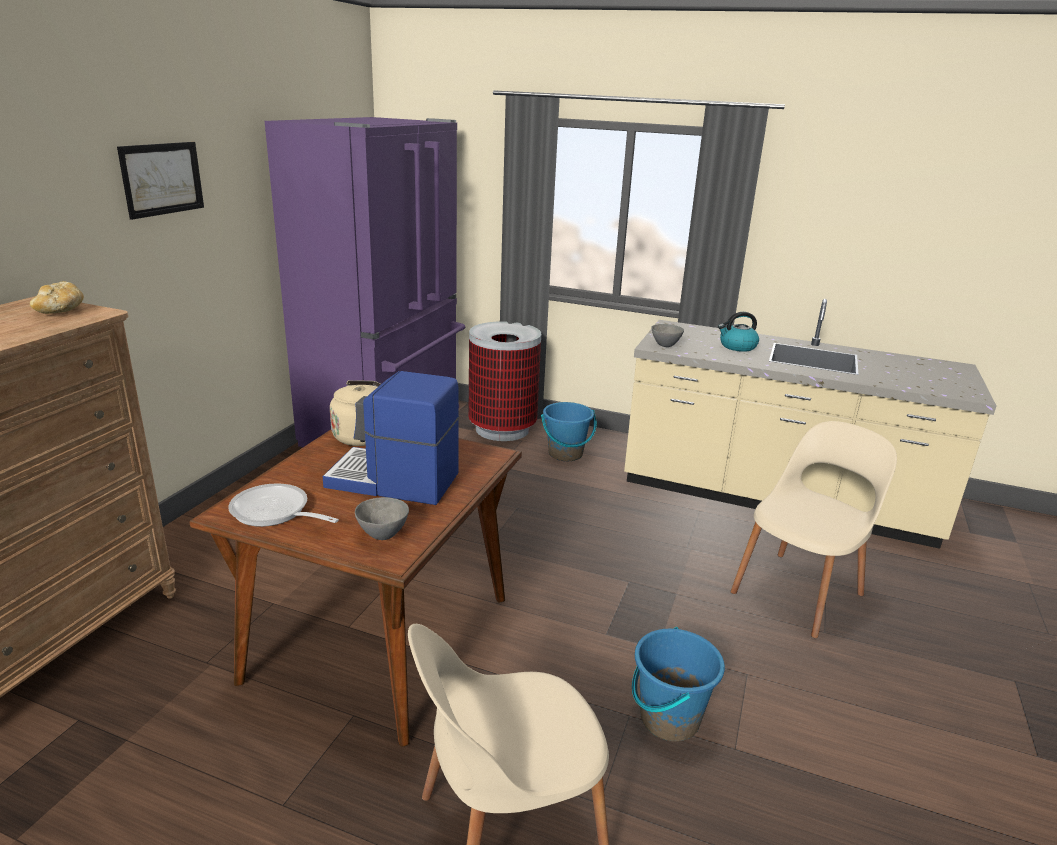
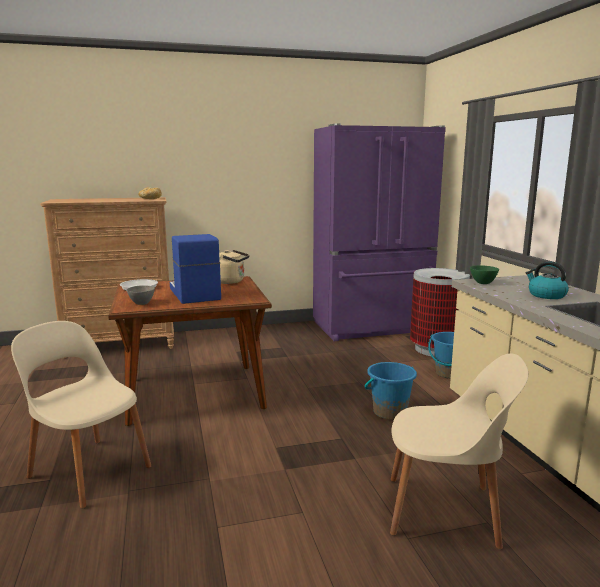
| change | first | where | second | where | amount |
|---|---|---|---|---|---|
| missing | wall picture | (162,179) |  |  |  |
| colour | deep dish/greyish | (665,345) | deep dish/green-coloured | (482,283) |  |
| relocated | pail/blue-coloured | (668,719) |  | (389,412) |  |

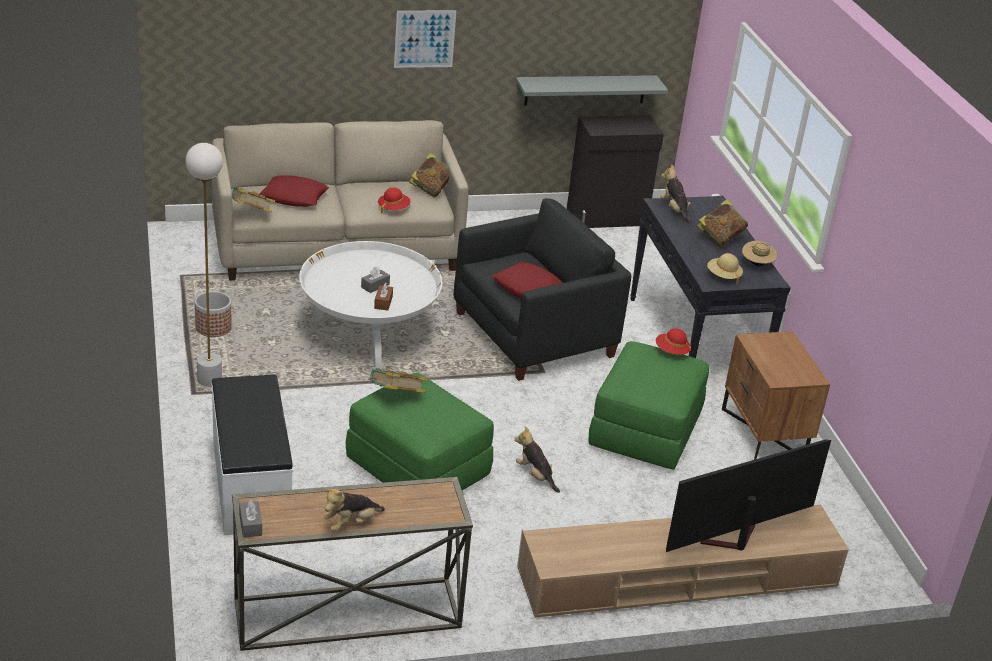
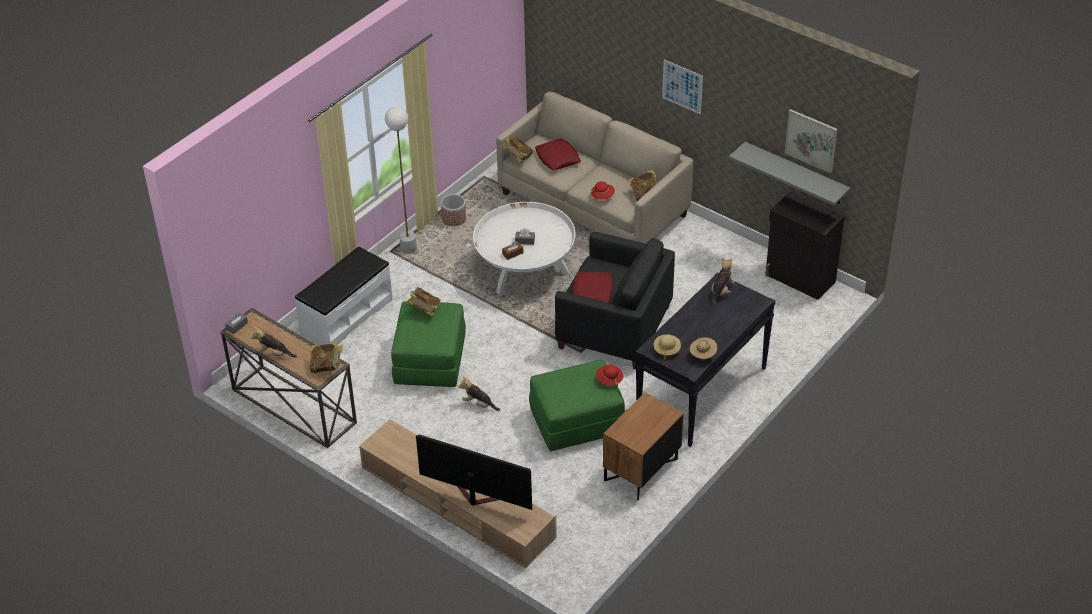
| change | first | where | second | where | amount |
|---|---|---|---|---|---|
| relocated | book | (720,238) |  | (327,367) |  |
| spun | soft toy | (535,476) |  | (479,404) | 75 degrees counterclockwise |
| appeared |  |  | wall picture | (811,140) |  |

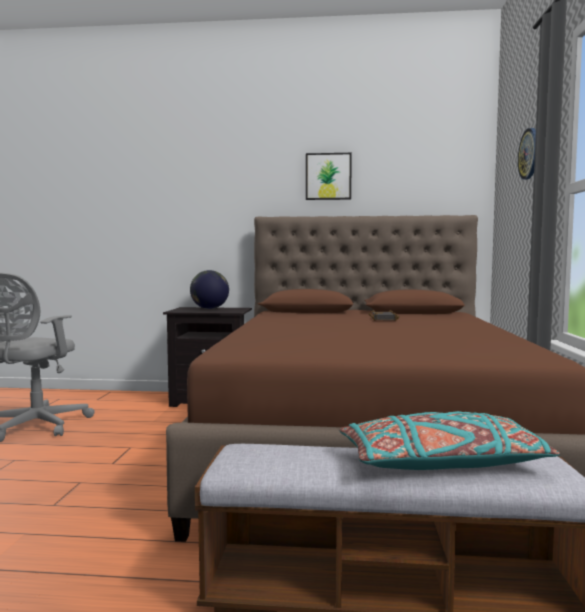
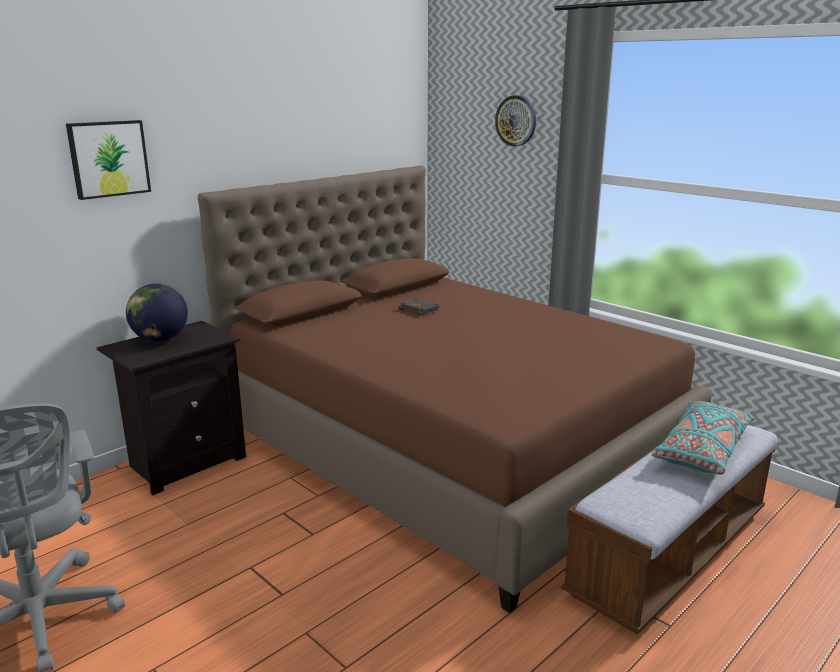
| change | first | where | second | where | amount |
|---|---|---|---|---|---|
| relocated | wall picture | (328,176) |  | (108,158) |  |

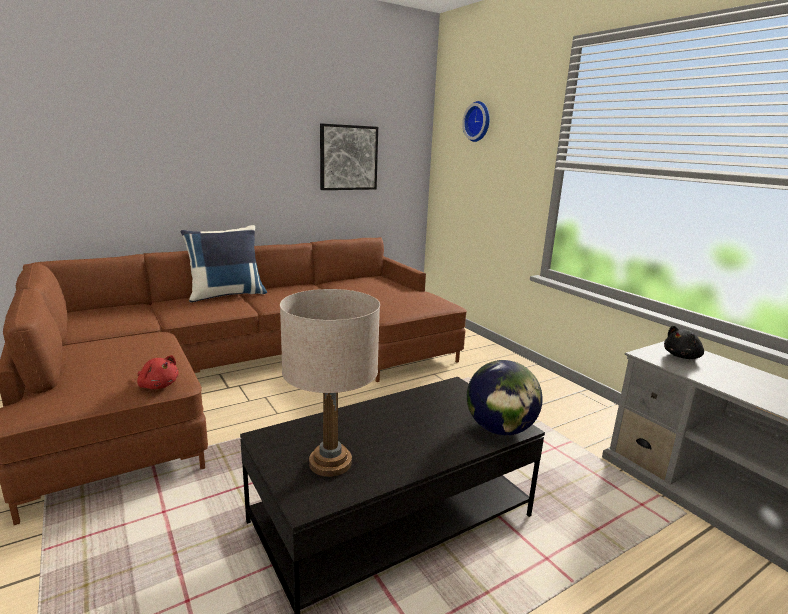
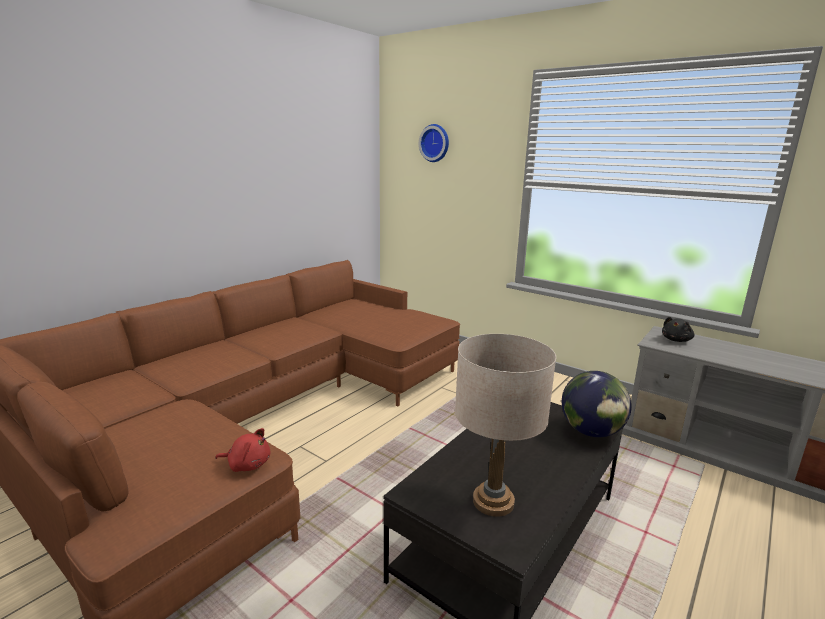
| change | first | where | second | where | amount |
|---|---|---|---|---|---|
| missing | wall picture | (348,157) |  |  |  |
| missing | throw pillow/blue-coloured | (226,295) |  |  |  |

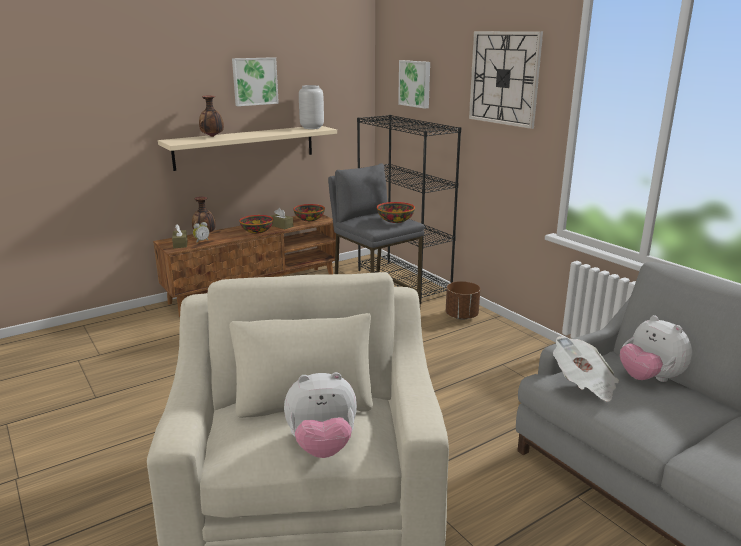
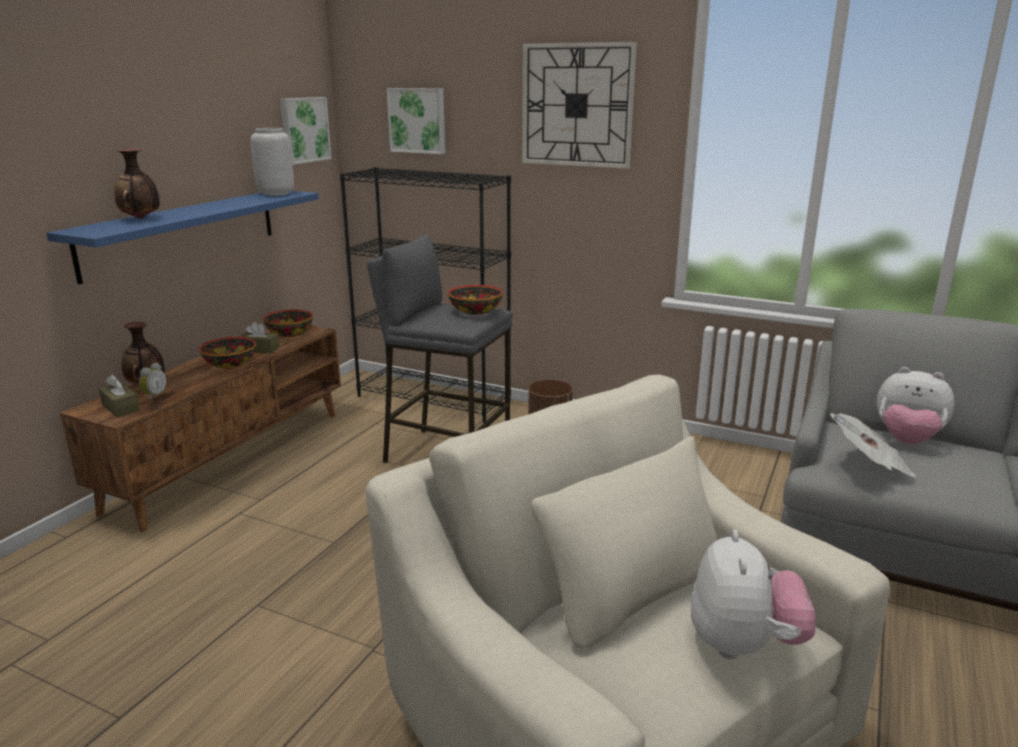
| change | first | where | second | where | amount |
|---|---|---|---|---|---|
| relocated | wall picture | (254,81) |  | (304,130) |  |
| colour | shelf/sand-coloured | (245,147) | shelf/blue-coloured | (182,232) |  |
| spun | soft toy | (322,446) |  | (743,645) | 45 degrees counterclockwise |

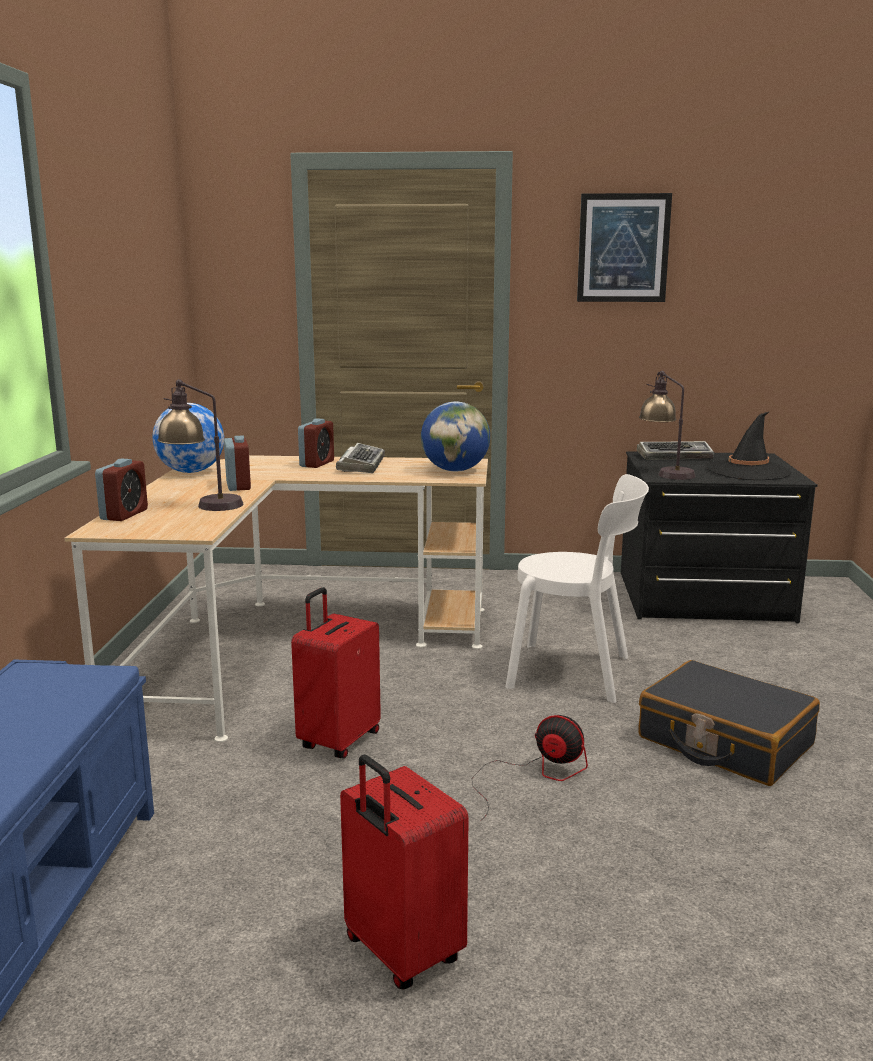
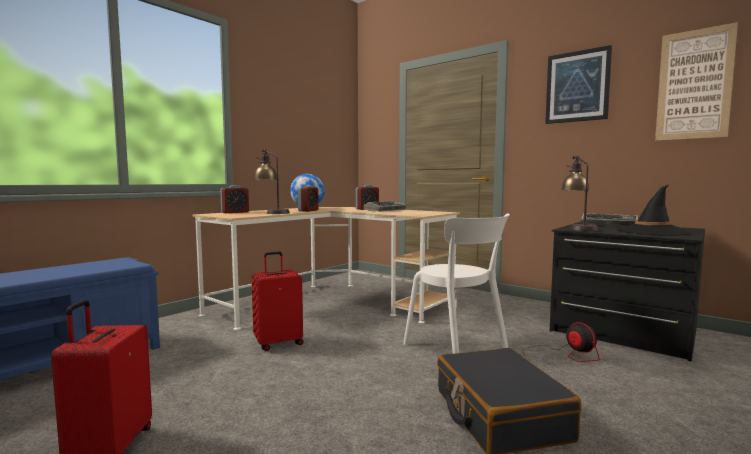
| change | first | where | second | where | amount |
|---|---|---|---|---|---|
| missing | world globe | (455,470) |  |  |  |
| relocated | electric fan | (534,775) |  | (563,355) |  |
| appeared |  |  | wall picture | (694,85) |  |

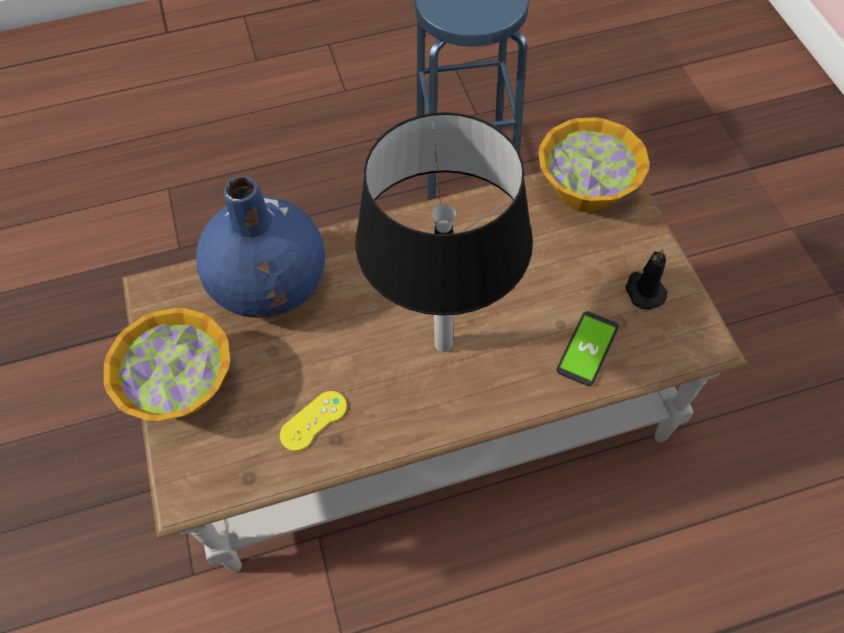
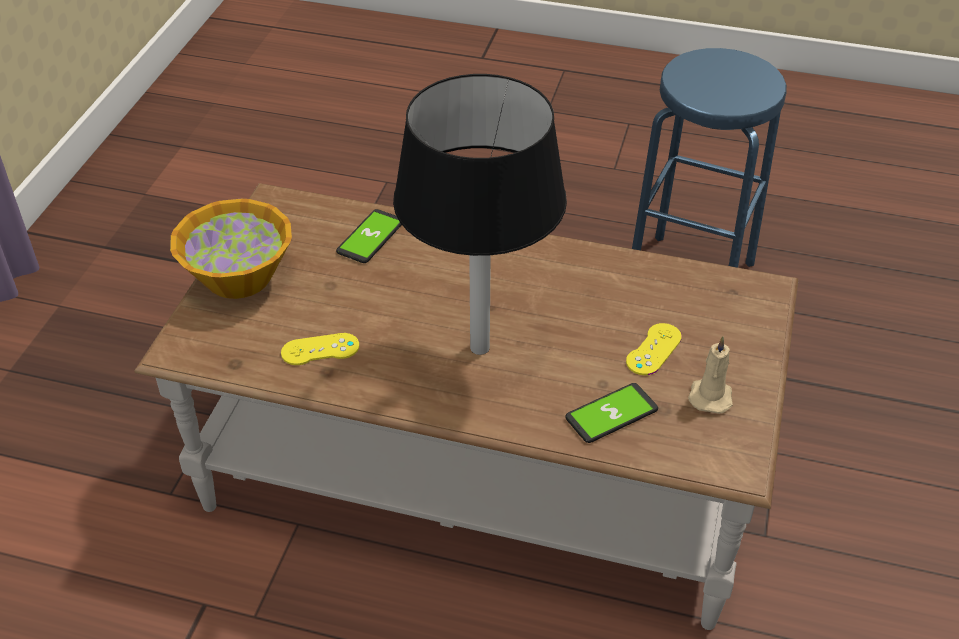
| change | first | where | second | where | amount |
|---|---|---|---|---|---|
| missing | deep dish | (586,189) |  |  |  |
| exchanged | vase/blue-coloured | (271,283) | telephone | (370,237) |  |
| colour | wax candle/black | (644,291) | wax candle/sand-coloured | (710,395) |  |
| appeared |  |  | gamepad/yellow | (653,349) |  |

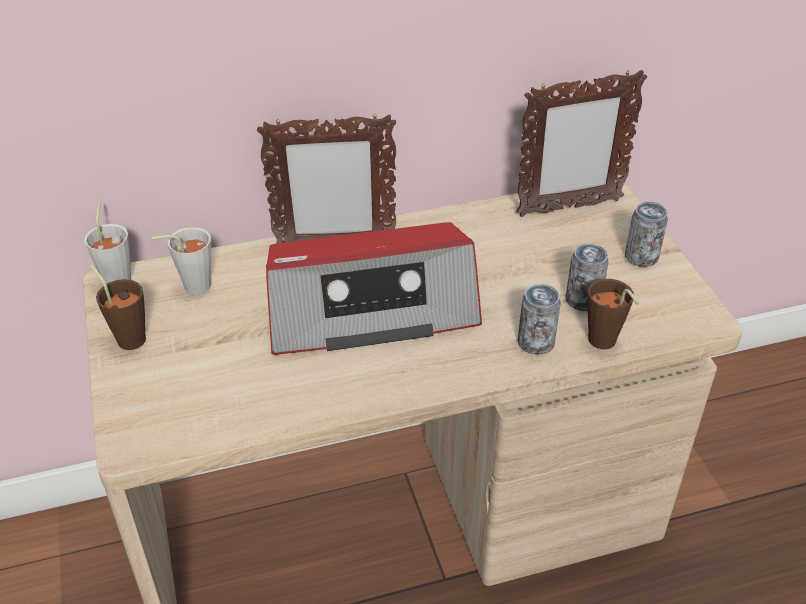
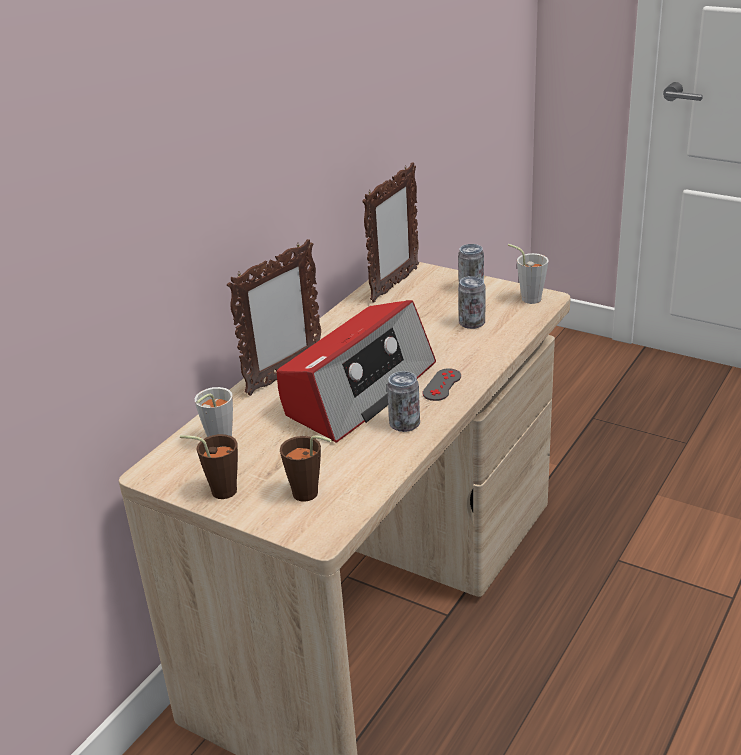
| change | first | where | second | where | amount |
|---|---|---|---|---|---|
| relocated | cup/greyish | (119,278) |  | (527,297) |  |
| relocated | cup/brown-coloured | (604,344) |  | (310,495) |  |
| relocated | sealed can | (535,343) |  | (404,424) |  |
| appeared |  |  | gamepad/greyish | (442,385) |  |

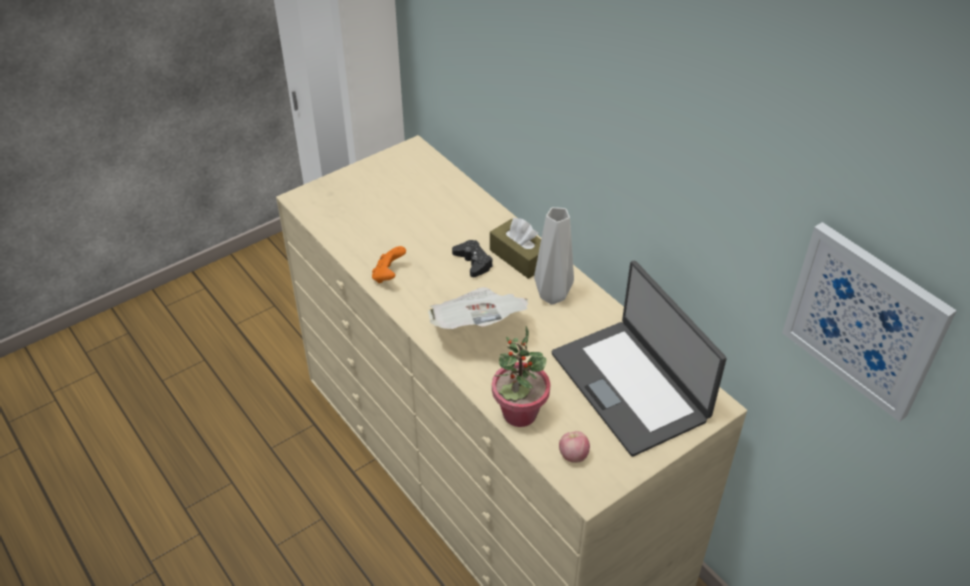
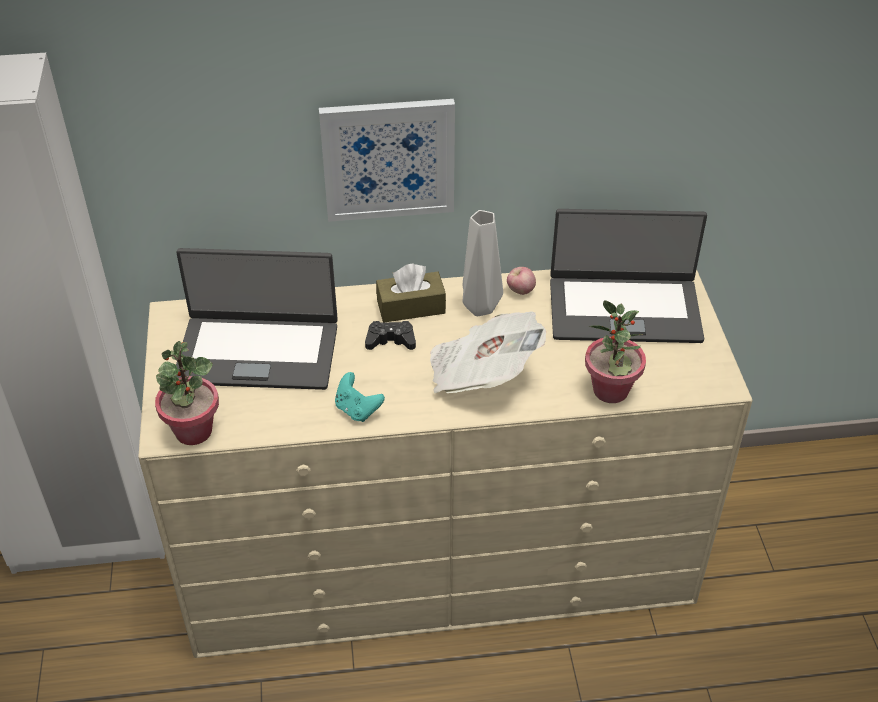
| change | first | where | second | where | amount |
|---|---|---|---|---|---|
| relocated | wall picture | (864,320) |  | (388,159) |  |
| colour | gamepad/orange-coloured | (388,275) | gamepad/blue-green | (357,410) |  |
| relocated | apple fruit | (573,455) |  | (520,291) |  |
| appeared |  |  | notebook computer | (257,351) |  |
| appeared |  |  | potted plant | (193,431) |  |

